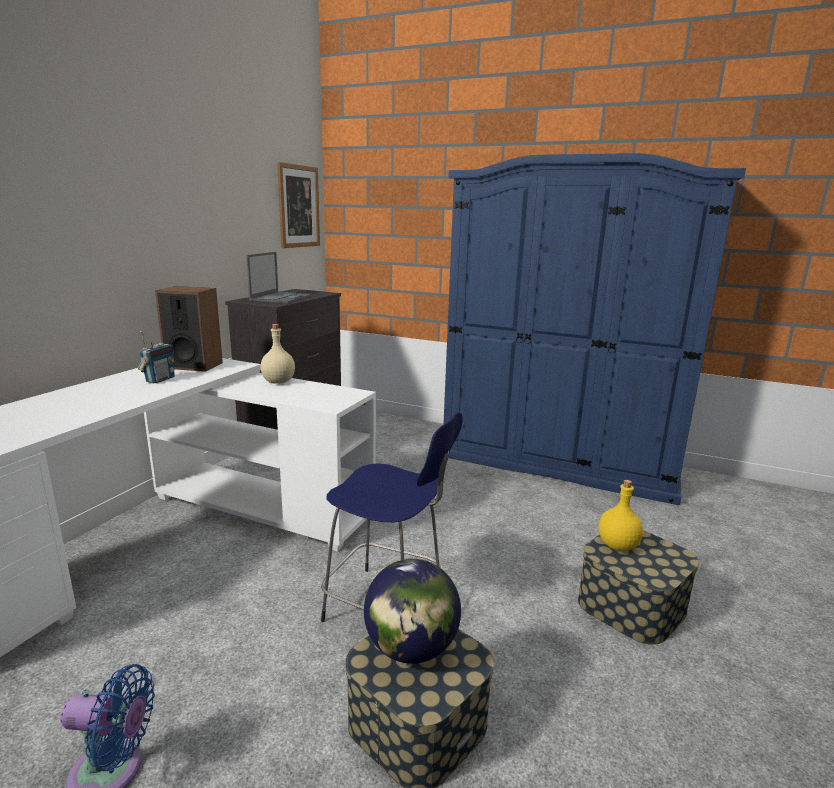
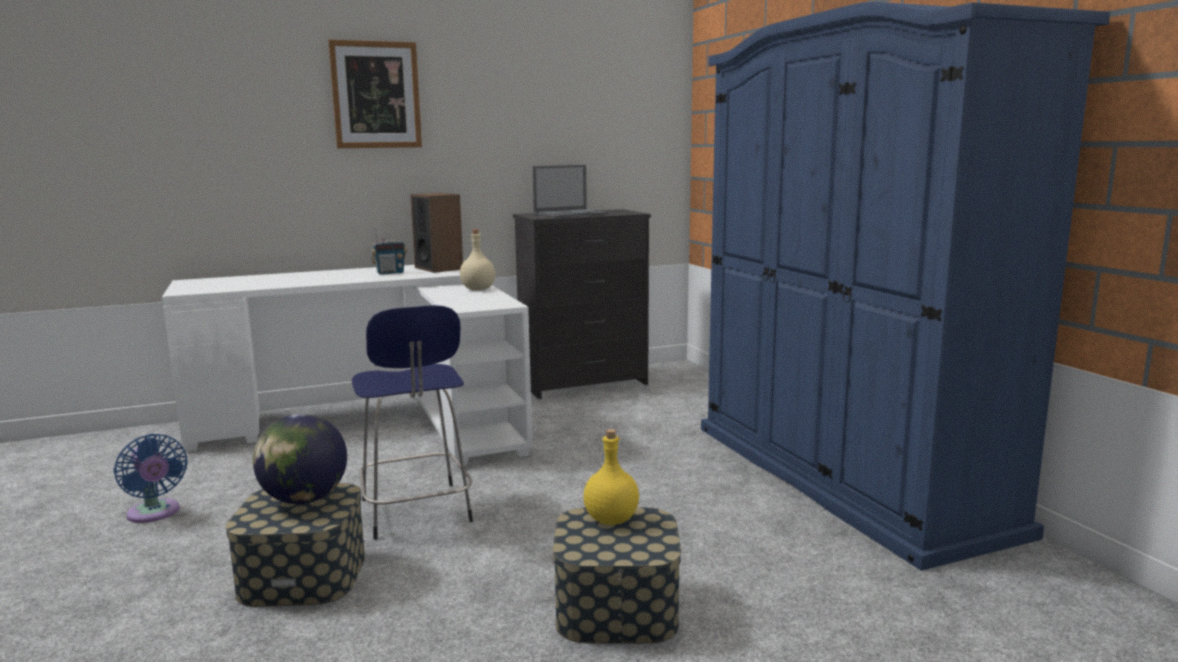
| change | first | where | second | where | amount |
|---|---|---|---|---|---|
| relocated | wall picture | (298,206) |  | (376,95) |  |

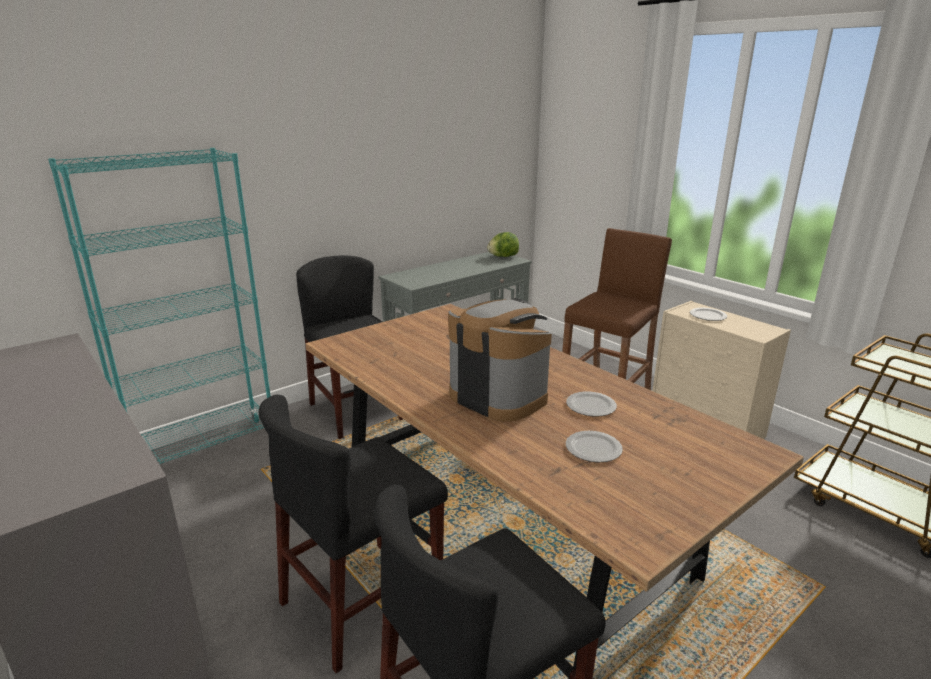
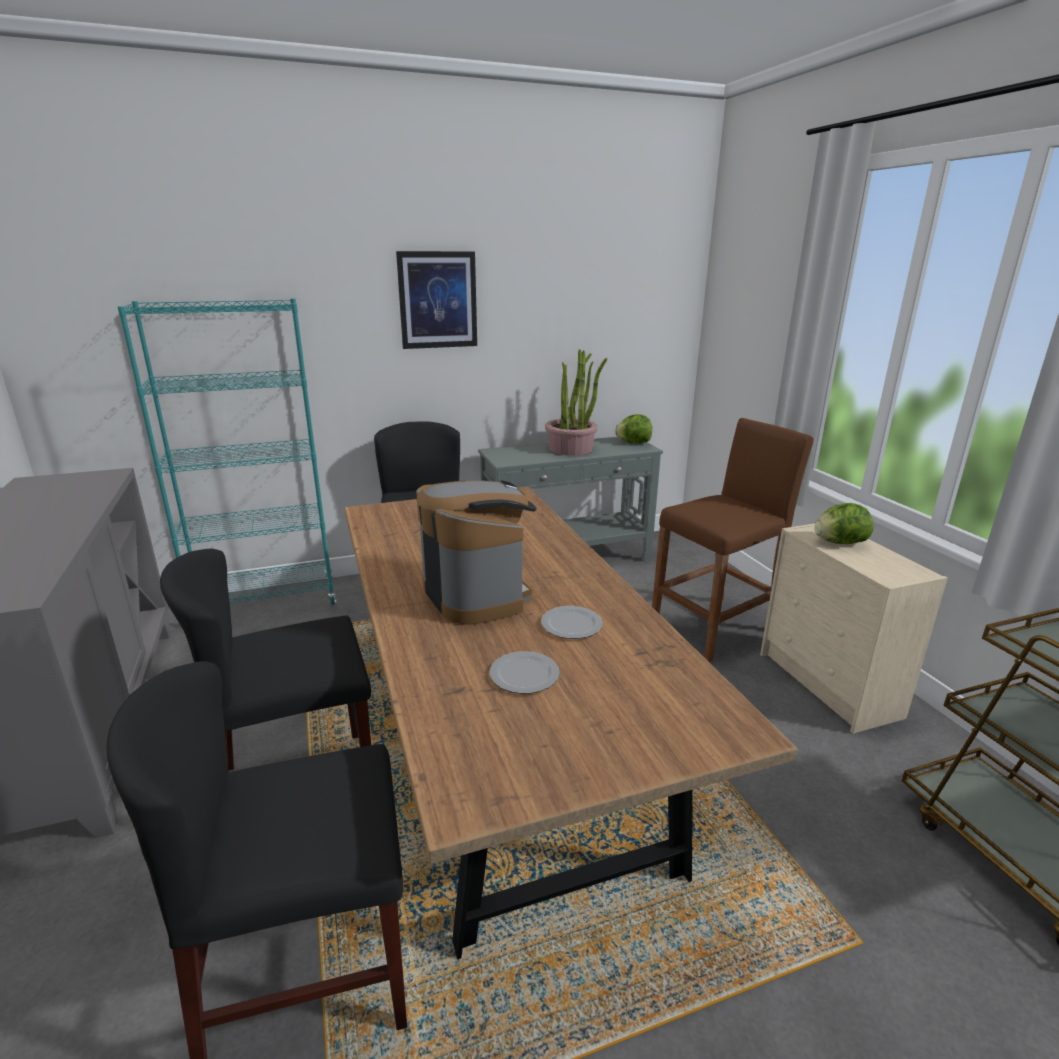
| change | first | where | second | where | amount |
|---|---|---|---|---|---|
| exchanged | flat dish | (708,316) | lettuce | (839,543) |  |
| appeared |  |  | wall picture | (438,300) |  |
| appeared |  |  | potted plant | (571,449) |  |

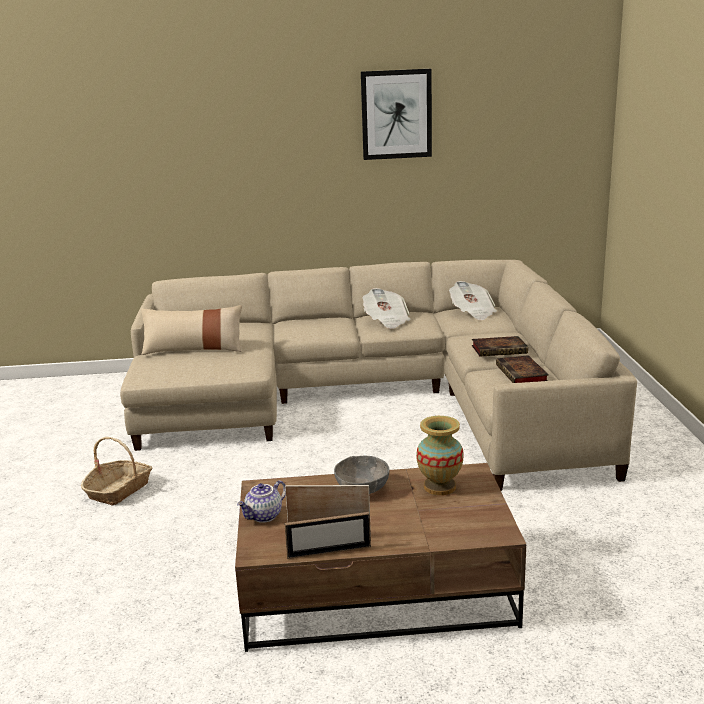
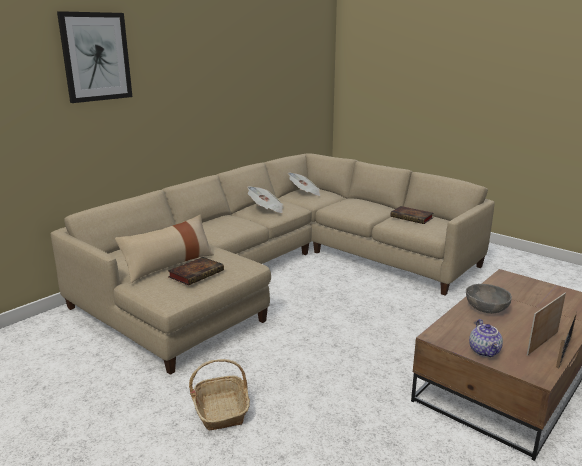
| change | first | where | second | where | amount |
|---|---|---|---|---|---|
| relocated | wall picture | (396,114) |  | (96,57) |  |
| relocated | book | (500,349) |  | (197,273) |  |
| missing | vase | (440,487) |  |  |  |

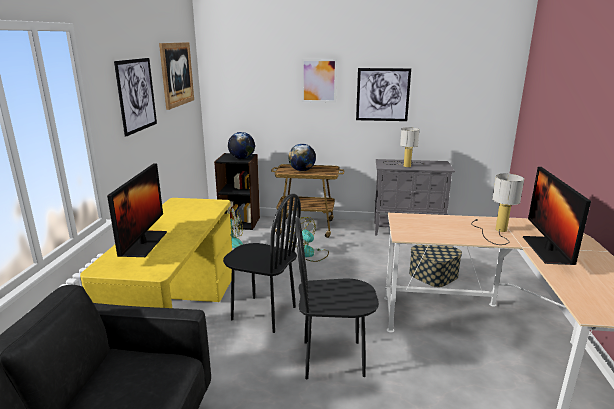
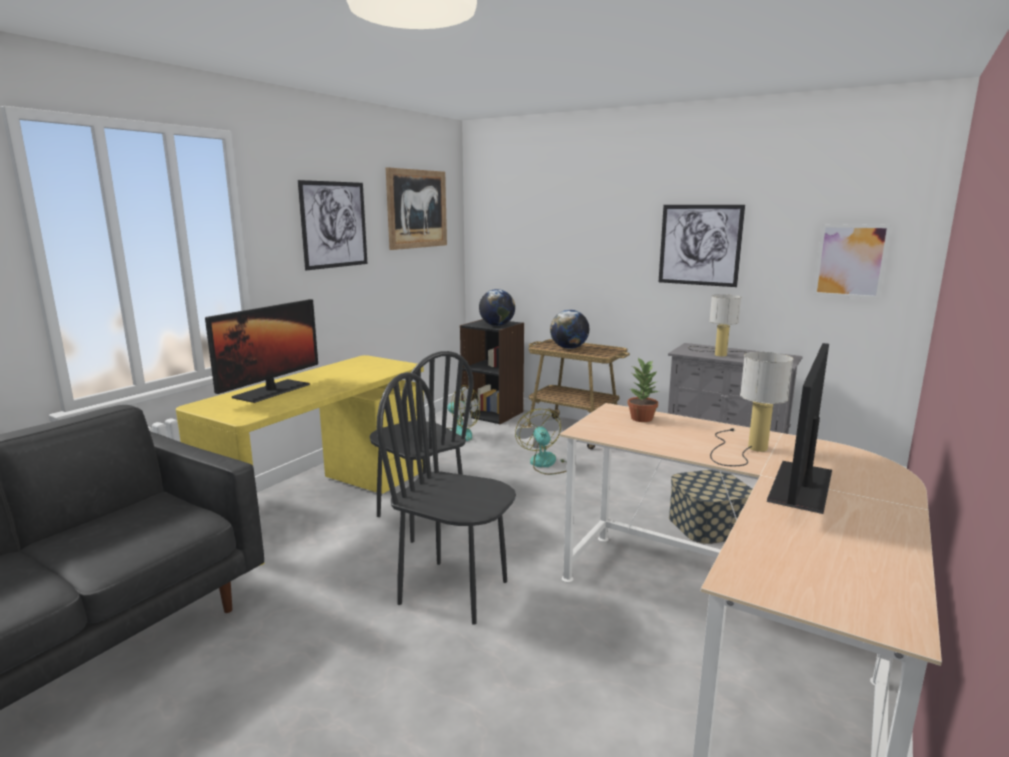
| change | first | where | second | where | amount |
|---|---|---|---|---|---|
| relocated | wall picture | (319,80) |  | (850,261) |  |
| appeared |  |  | potted plant | (642,418) |  |

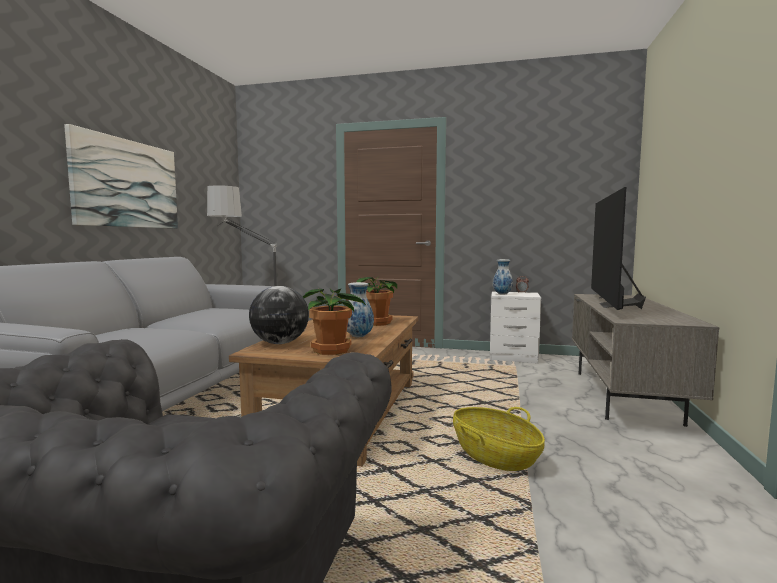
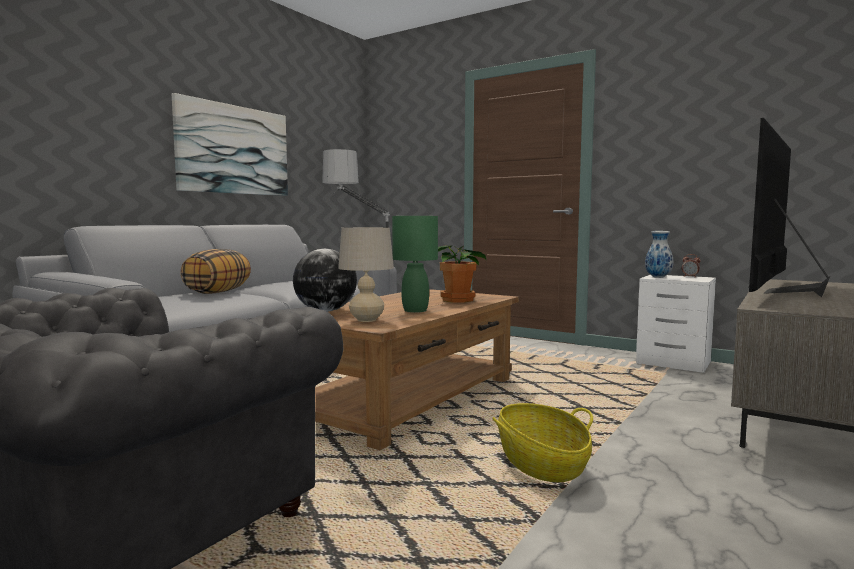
| change | first | where | second | where | amount |
|---|---|---|---|---|---|
| exchanged | vase | (358,336) | tabletop lamp/green-coloured | (415,310) |  |
| exchanged | potted plant | (333,350) | tabletop lamp/sand-coloured | (366,320) |  |
| appeared |  |  | throw pillow | (218,292) |  |

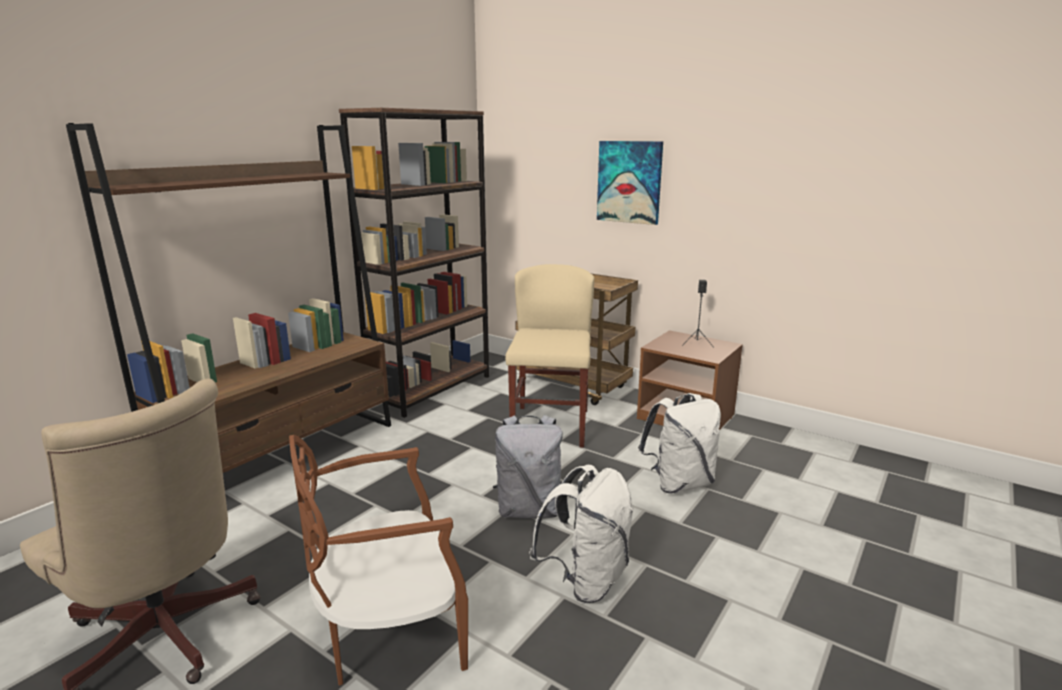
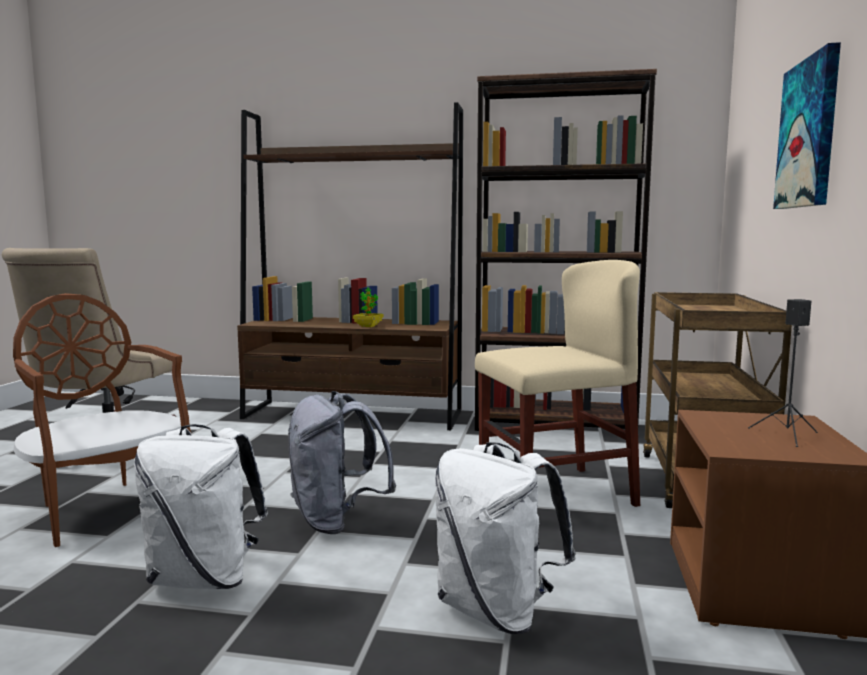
| change | first | where | second | where | amount |
|---|---|---|---|---|---|
| appeared |  |  | potted plant | (368,326) |  |

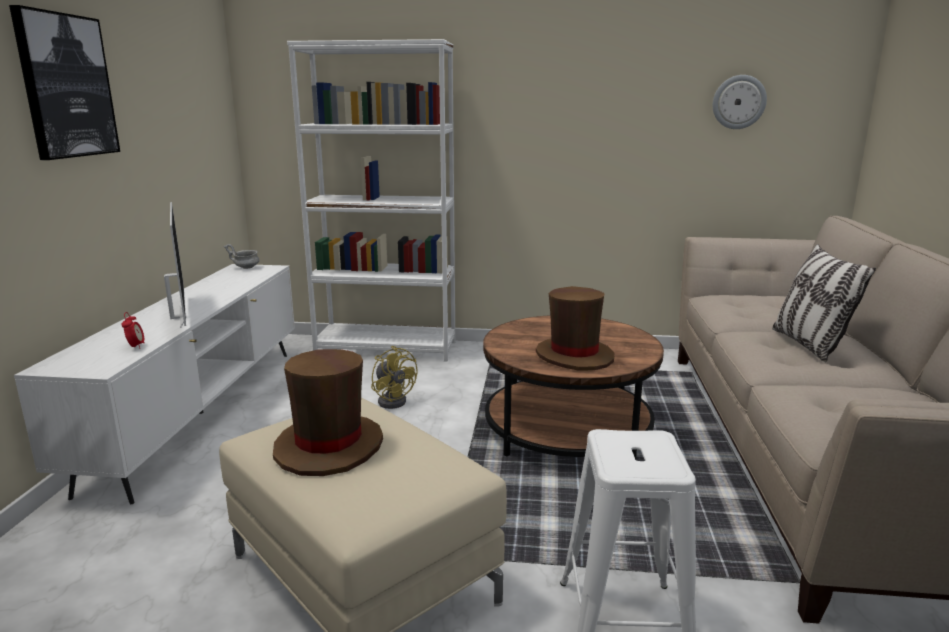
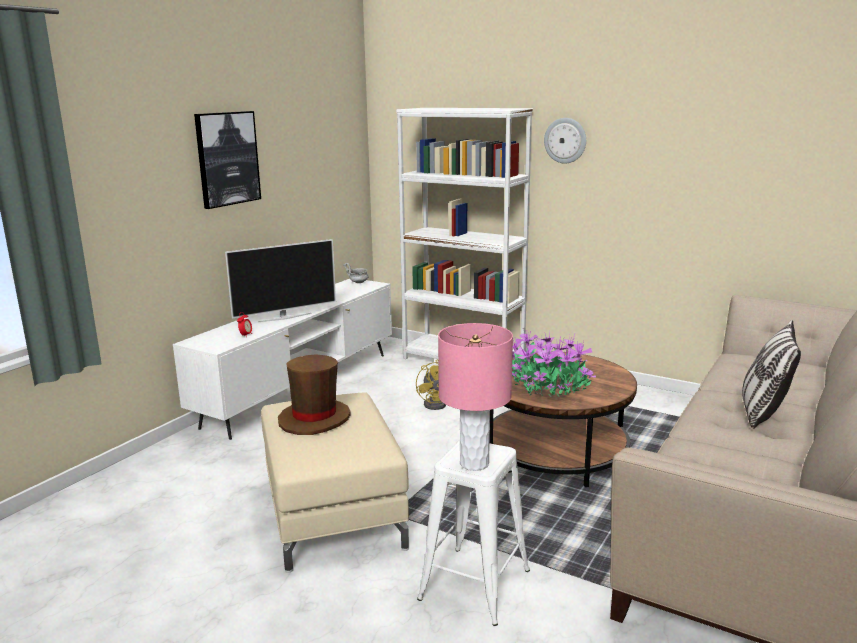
| change | first | where | second | where | amount |
|---|---|---|---|---|---|
| relocated | hanging clock | (738,102) |  | (565,140) |  |
| spun | television | (178,317) |  | (284,317) | 60 degrees clockwise |
| exchanged | hat/brown-coloured | (574,356) | potted plant | (548,388) |  |
| appeared |  |  | tabletop lamp/pink-coloured | (473,463) |  |

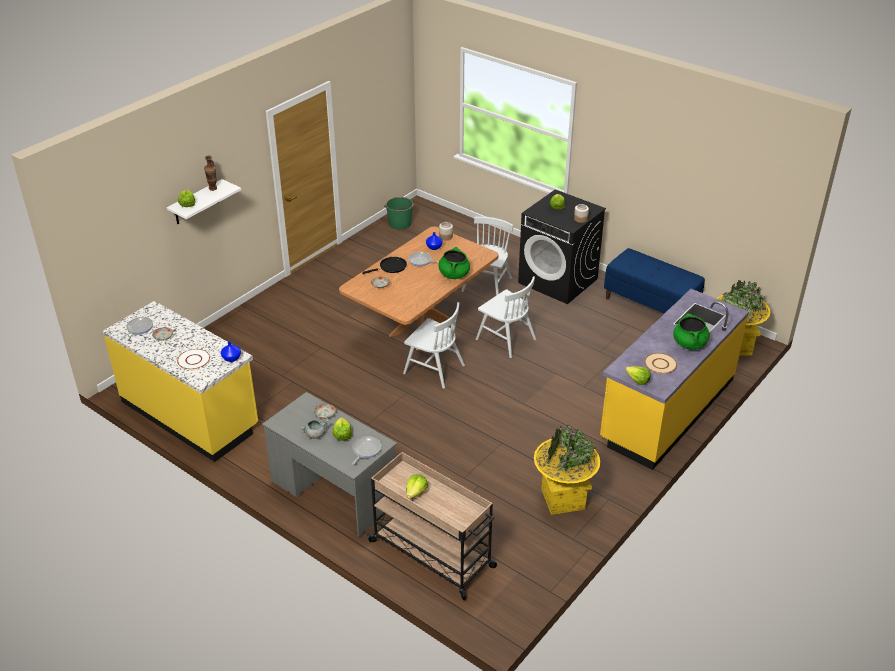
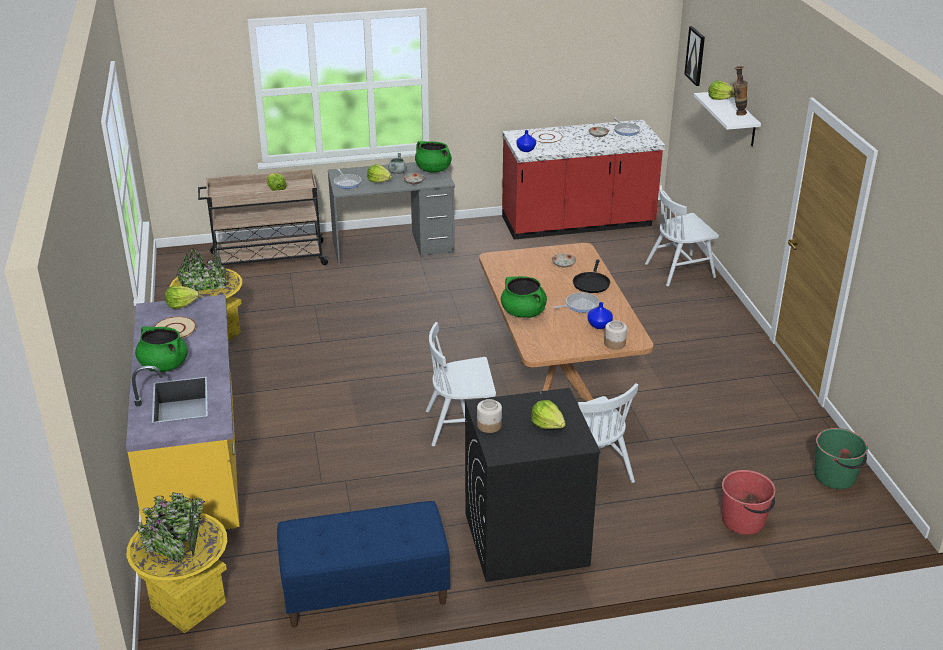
| change | first | where | second | where | amount |
|---|---|---|---|---|---|
| colour | kitchen counter/yellow | (190,414) | kitchen counter/red-coloured | (578,223) |  |
| relocated | chair/white-coloured | (434,369) |  | (680,270) |  |
| appeared |  |  | wall picture | (695,55) |  |
| appeared |  |  | stockpot/green-coloured | (433,169) |  |
| appeared |  |  | pail/red-coloured | (744,520) |  |

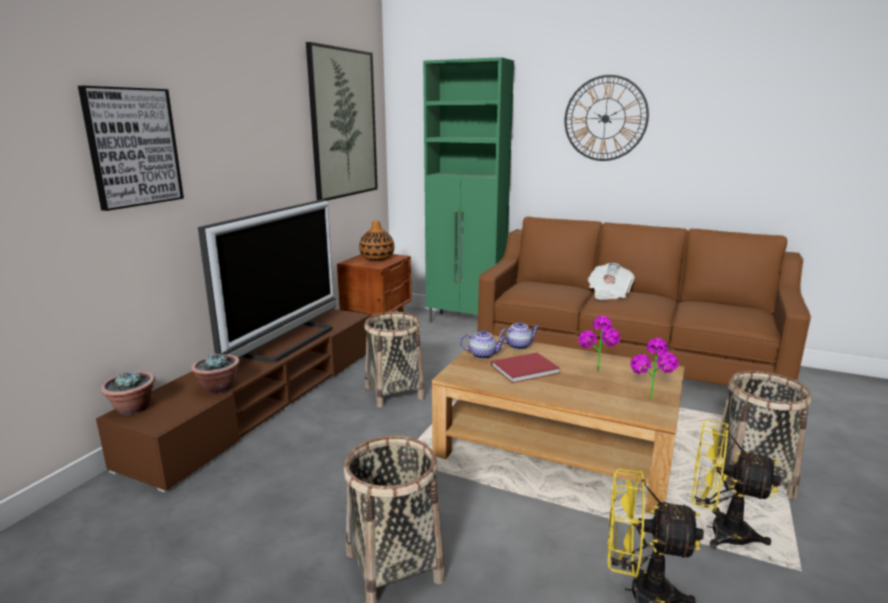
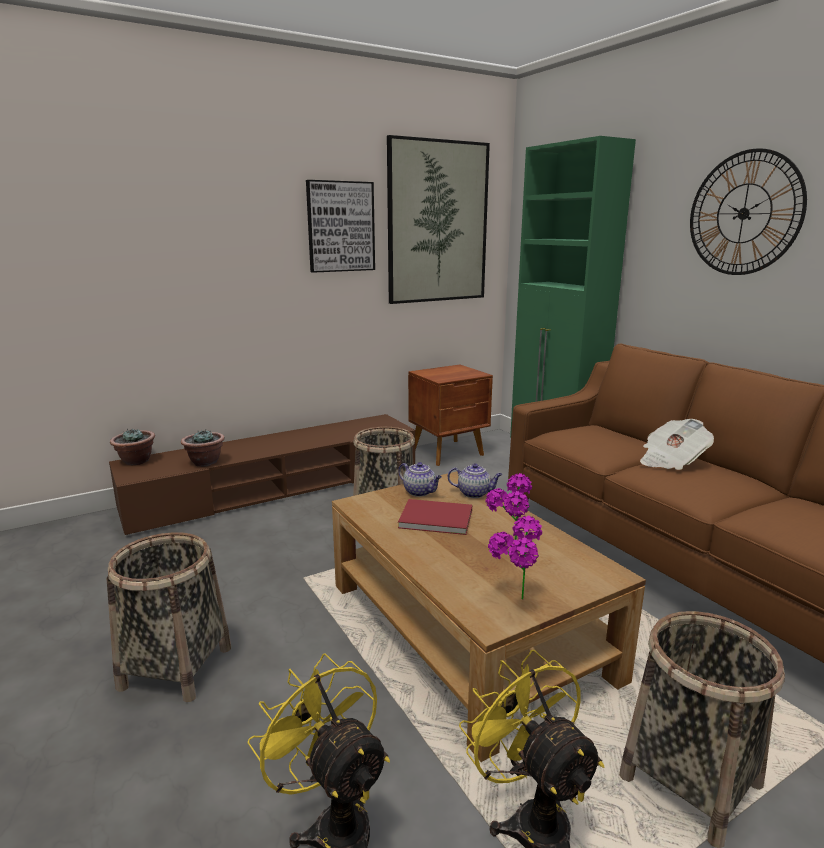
| change | first | where | second | where | amount |
|---|---|---|---|---|---|
| relocated | wall picture | (133,147) |  | (340,227) |  |
| missing | television | (289,341) |  |  |  |
| missing | vase | (377,258) |  |  |  |

